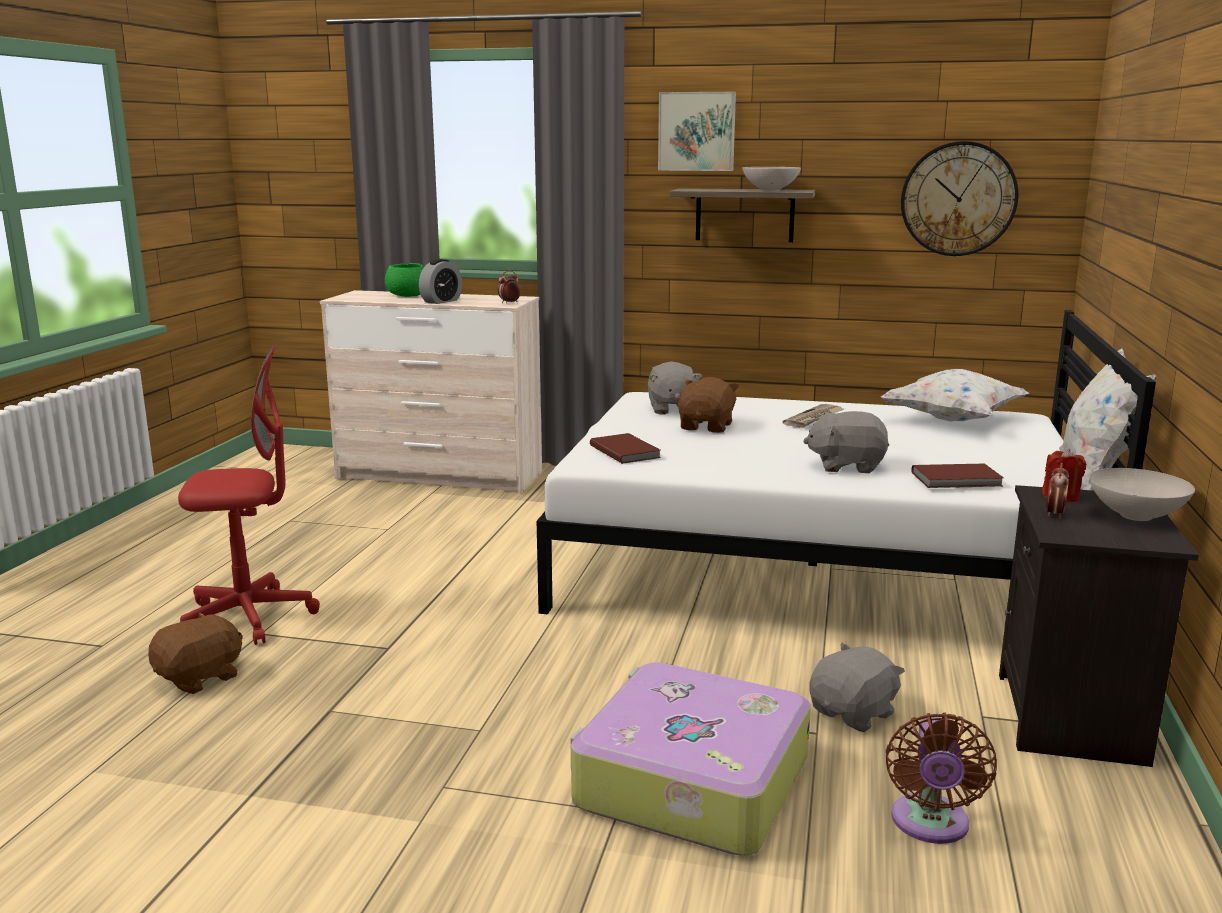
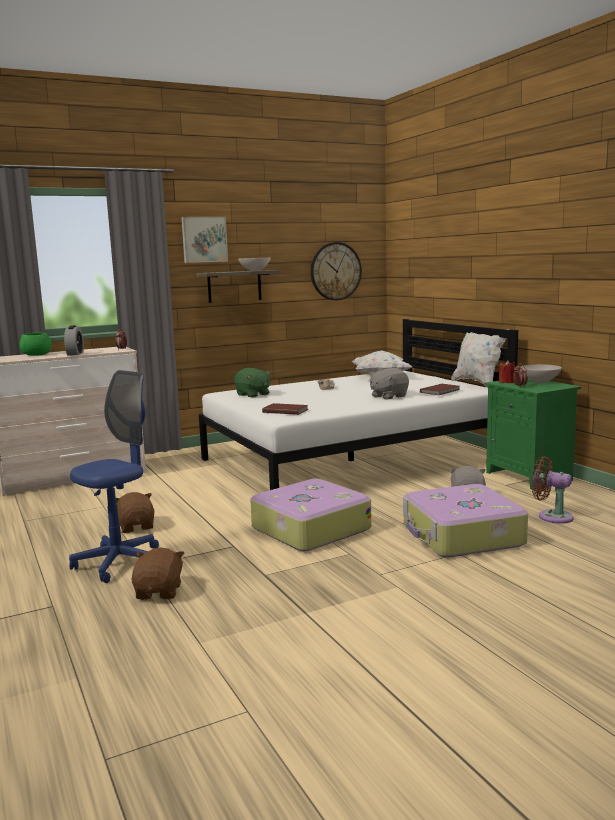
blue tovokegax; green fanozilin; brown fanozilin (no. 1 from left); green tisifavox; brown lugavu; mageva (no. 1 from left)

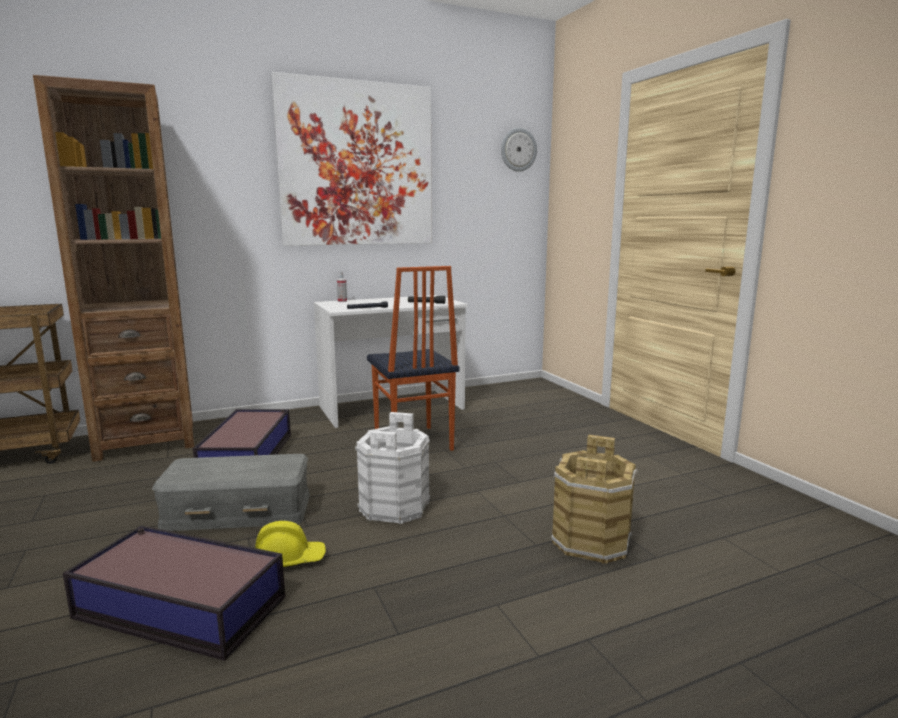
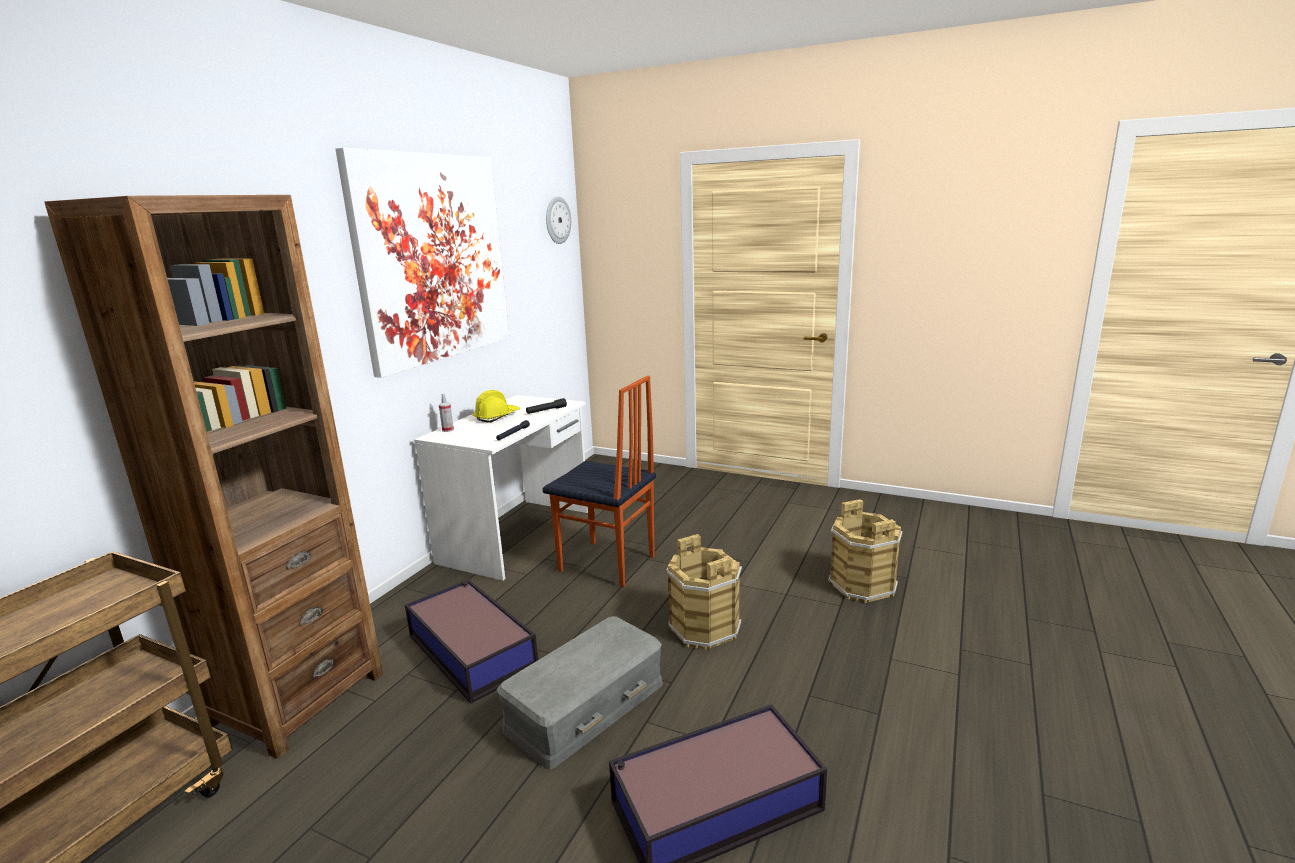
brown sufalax (no. 1 from left); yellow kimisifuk

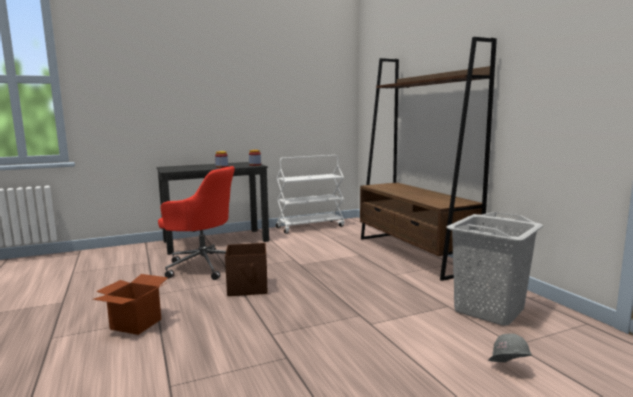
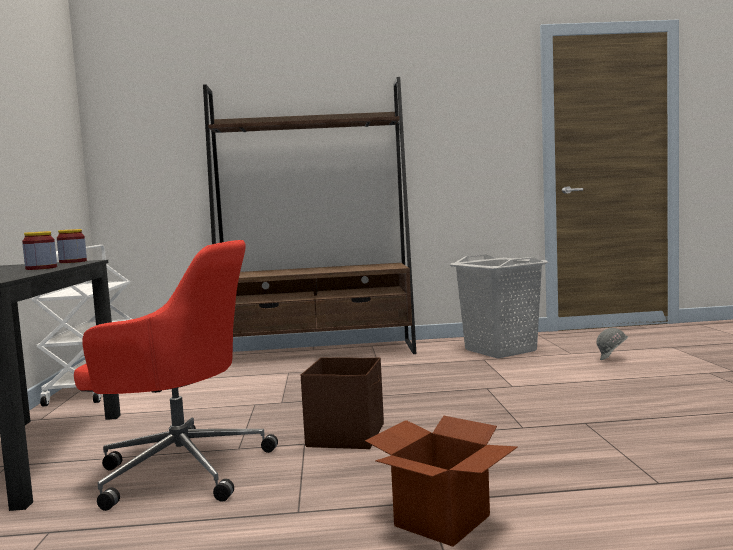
red tovokegax

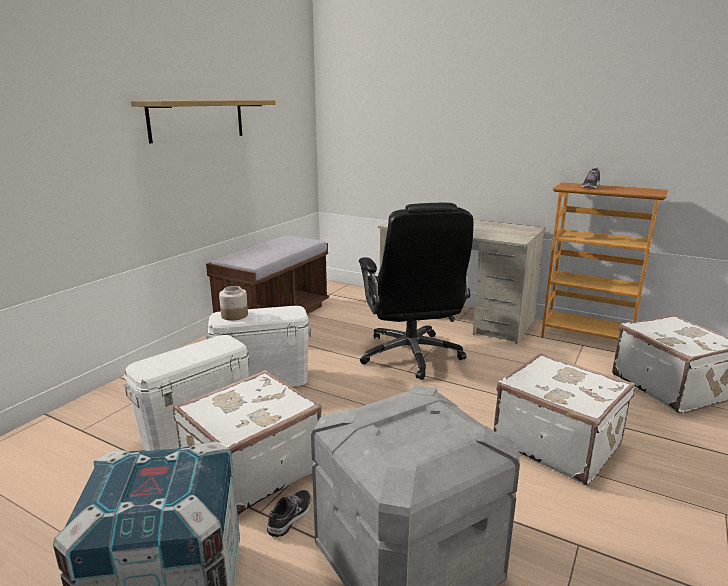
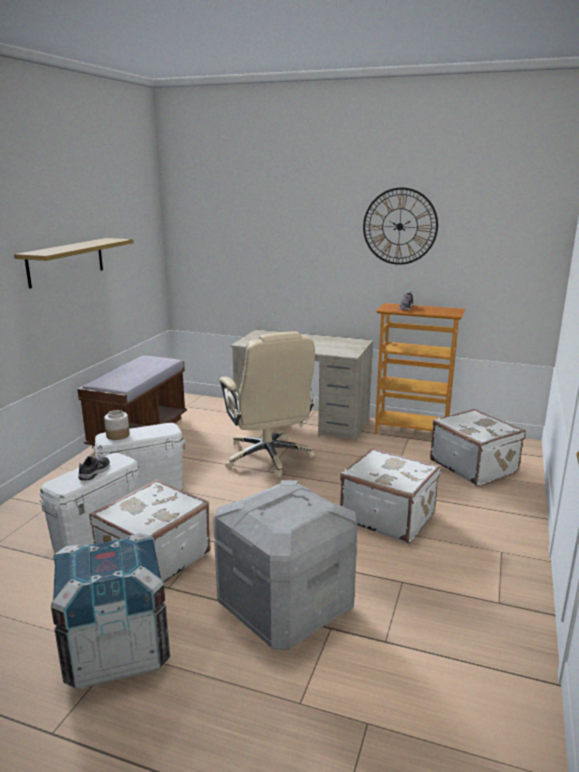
beige tovokegax; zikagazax (no. 1 from left); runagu

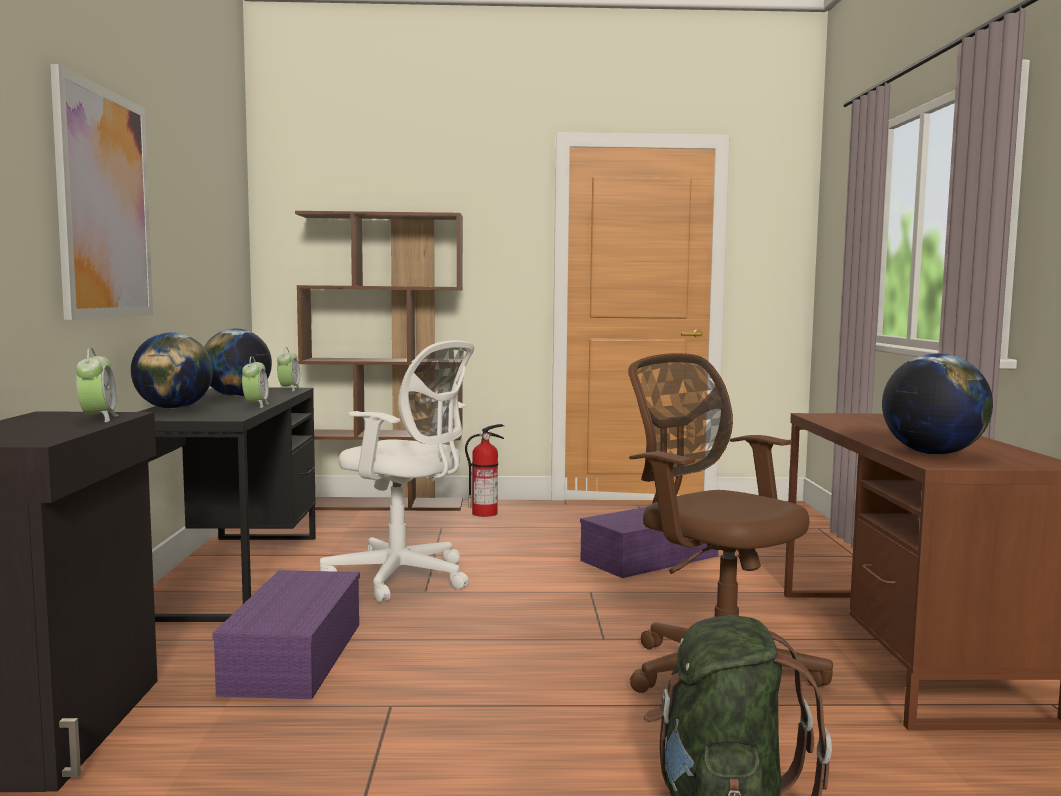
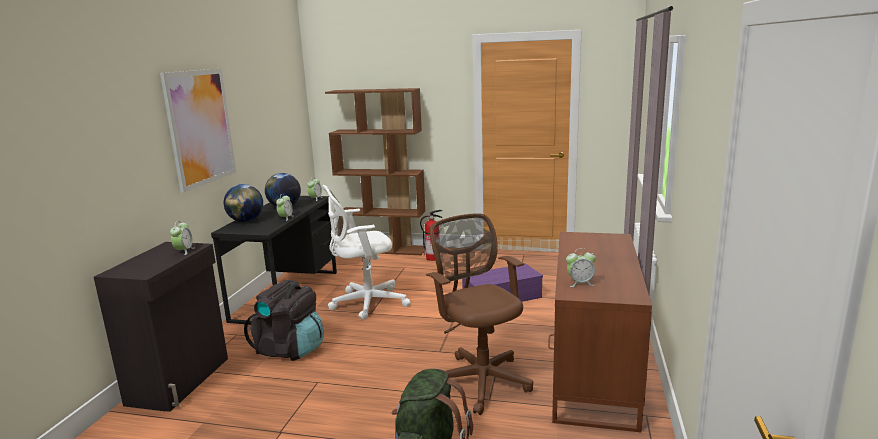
white tovokegax; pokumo (no. 4 from left); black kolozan

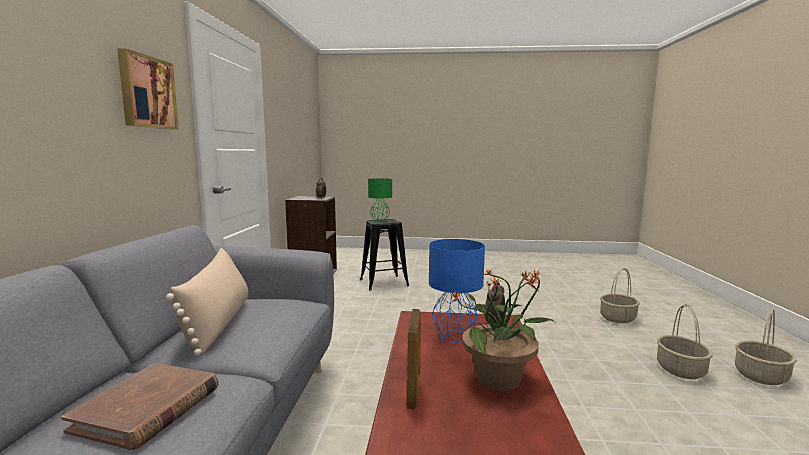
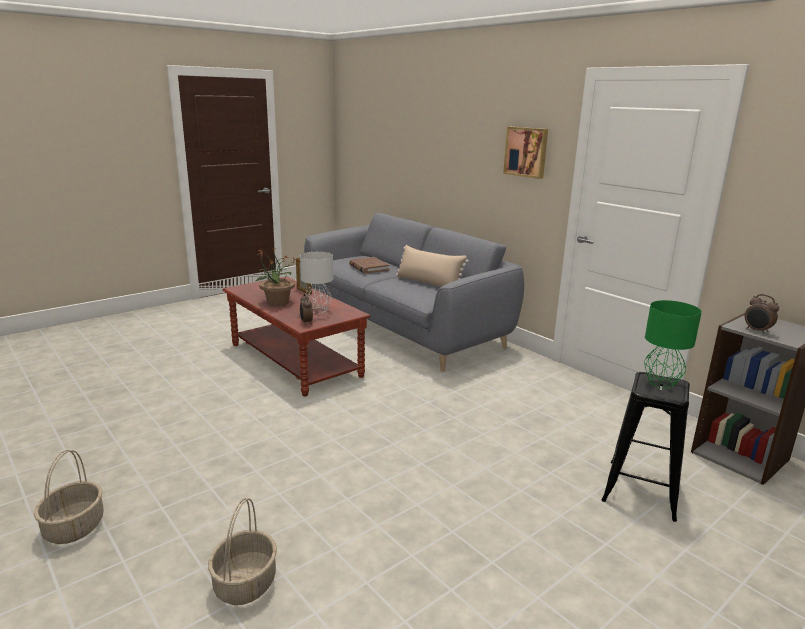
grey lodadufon; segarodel (no. 2 from left in the first image)

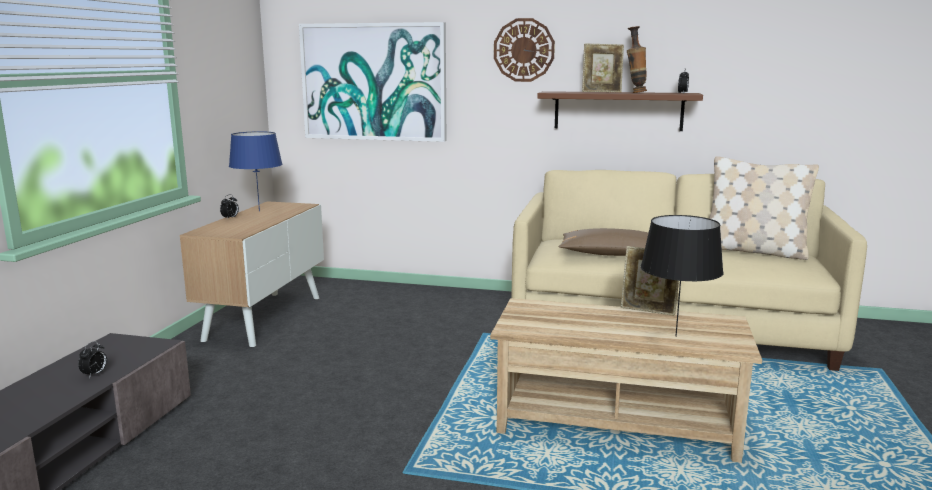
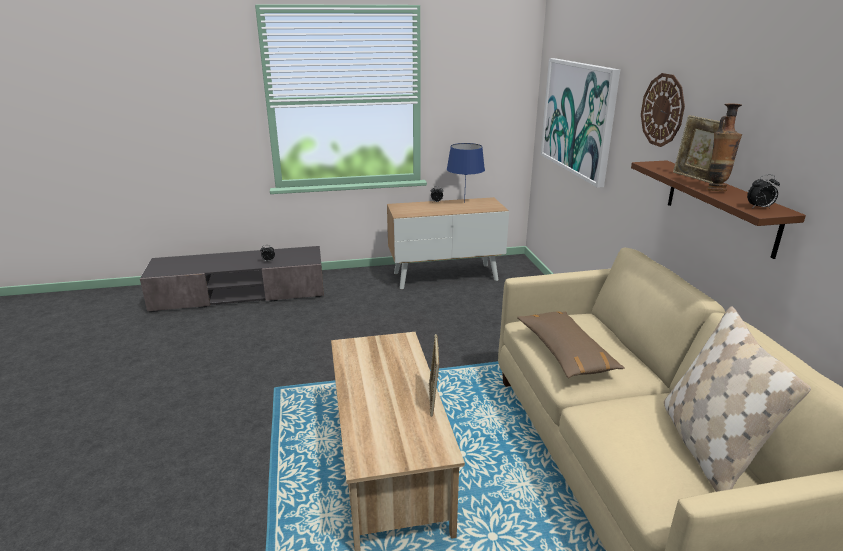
black lodadufon

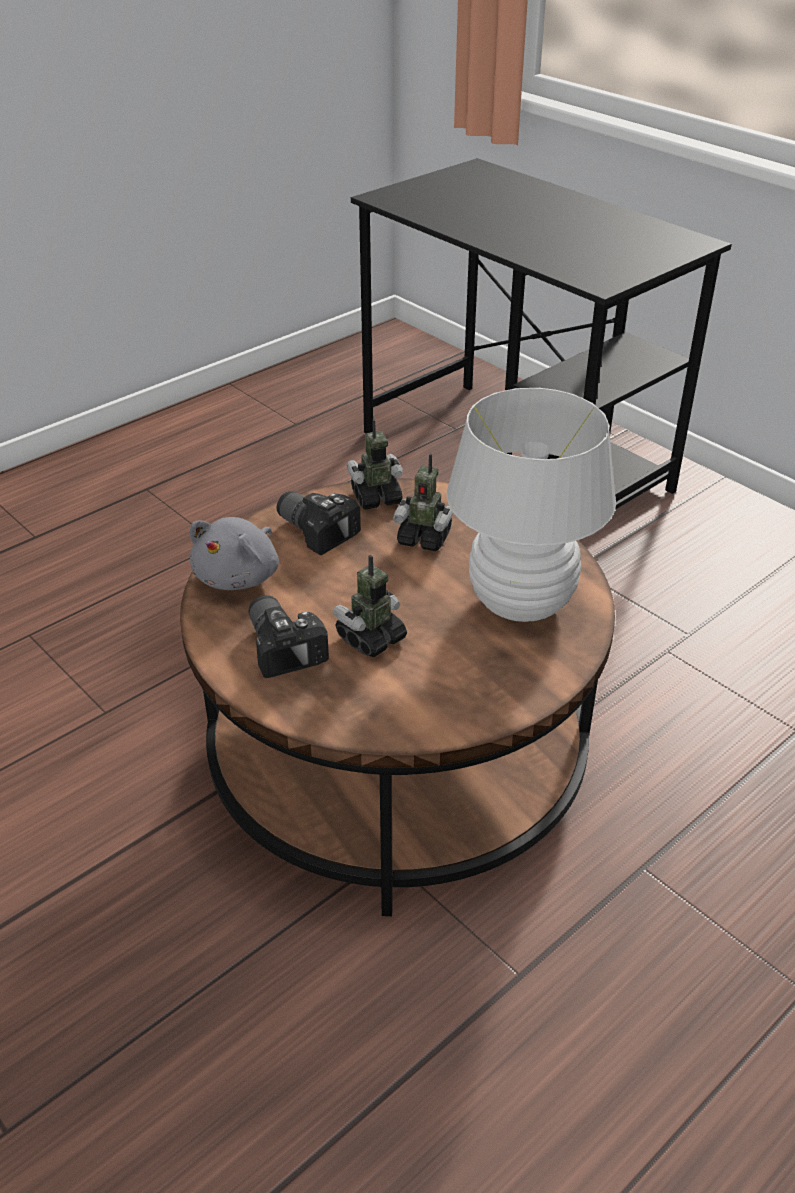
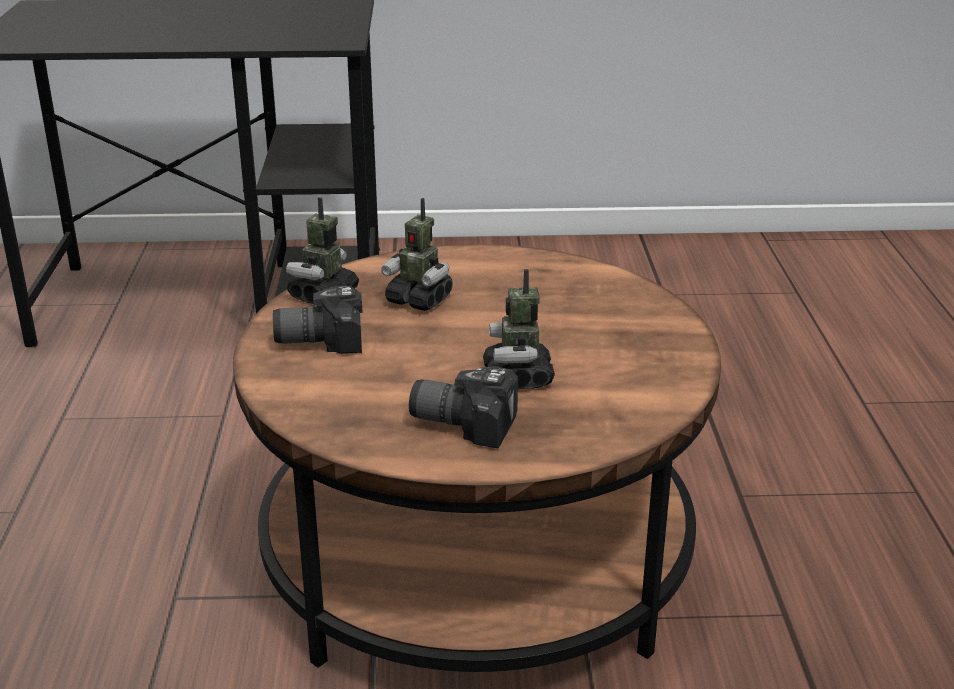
white lodadufon; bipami (no. 2 from left); grey fanozilin

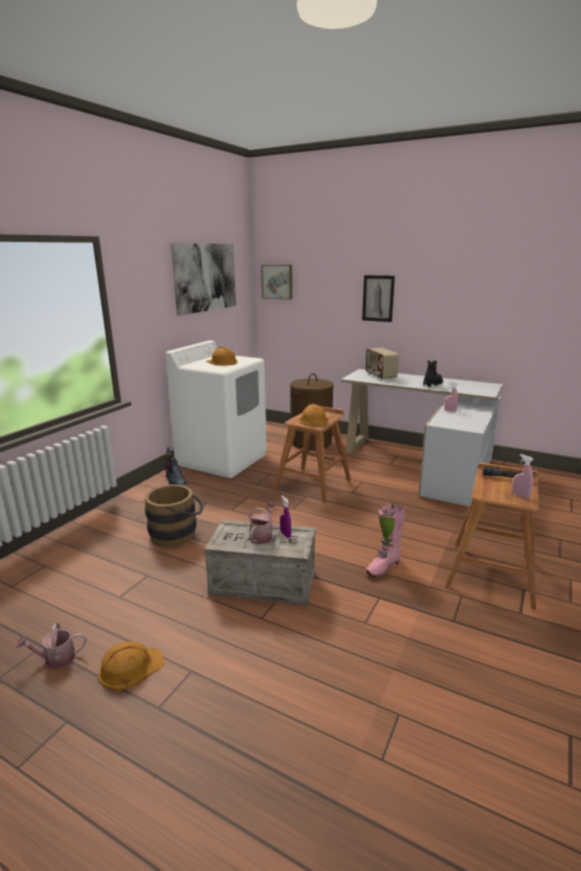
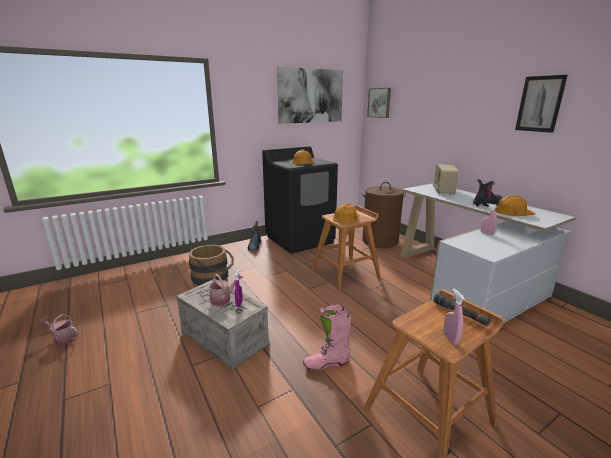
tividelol (no. 3 from left); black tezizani; orange kimisifuk (no. 3 from left)

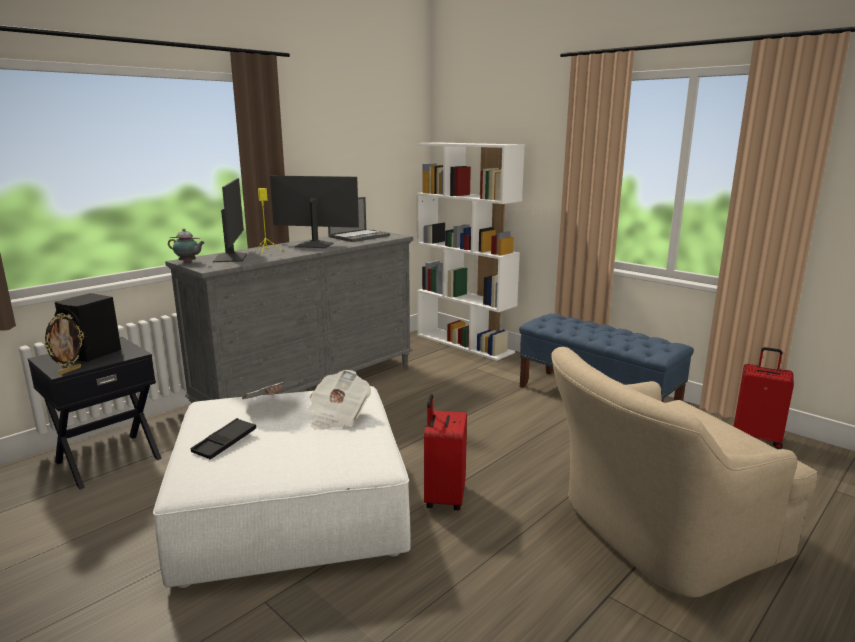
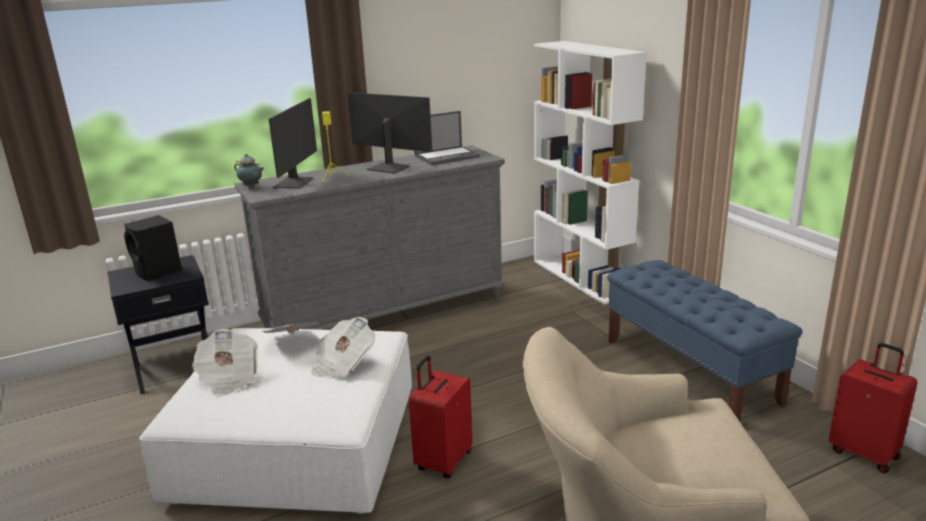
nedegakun; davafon (no. 1 from left)

